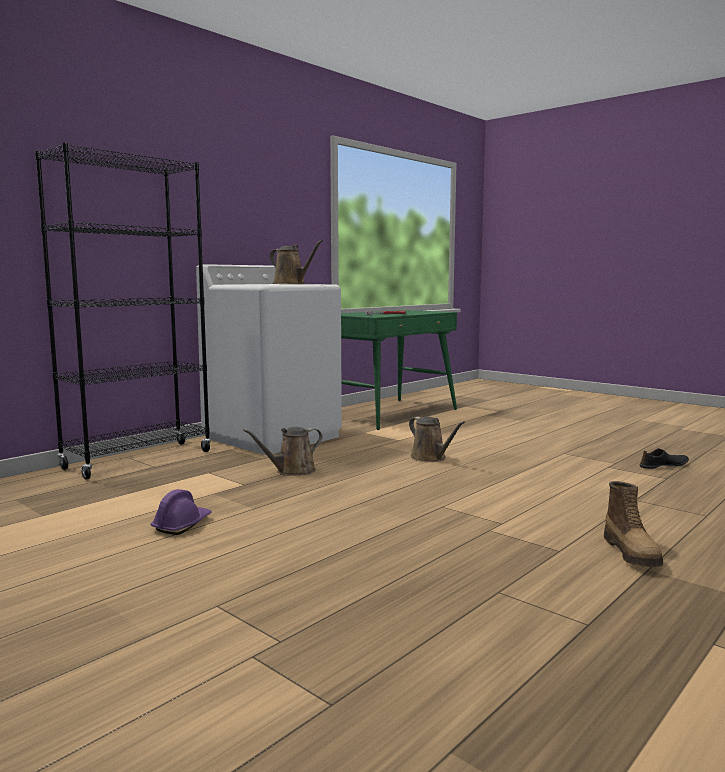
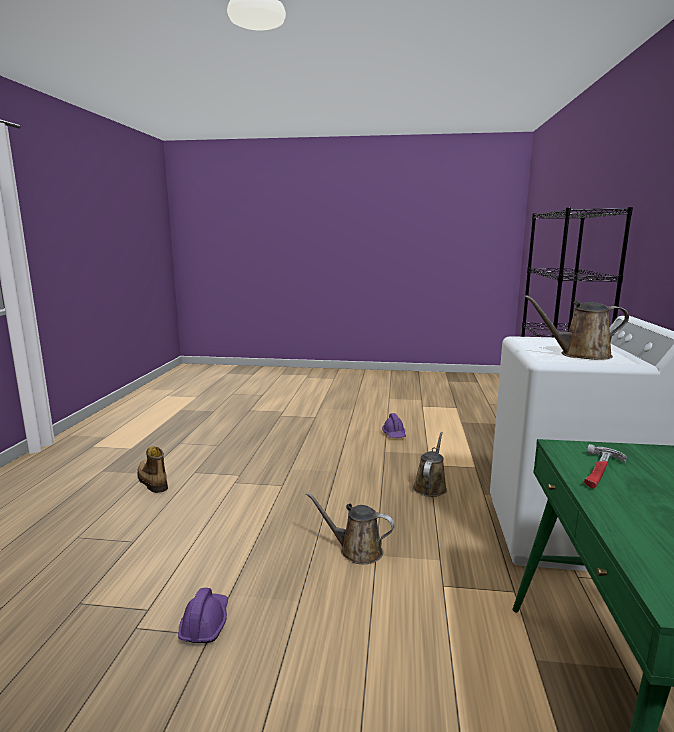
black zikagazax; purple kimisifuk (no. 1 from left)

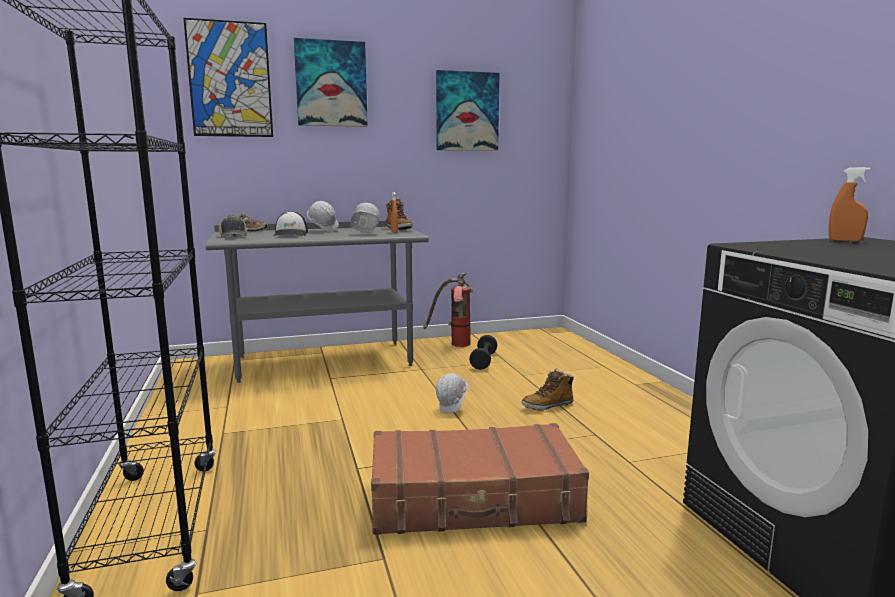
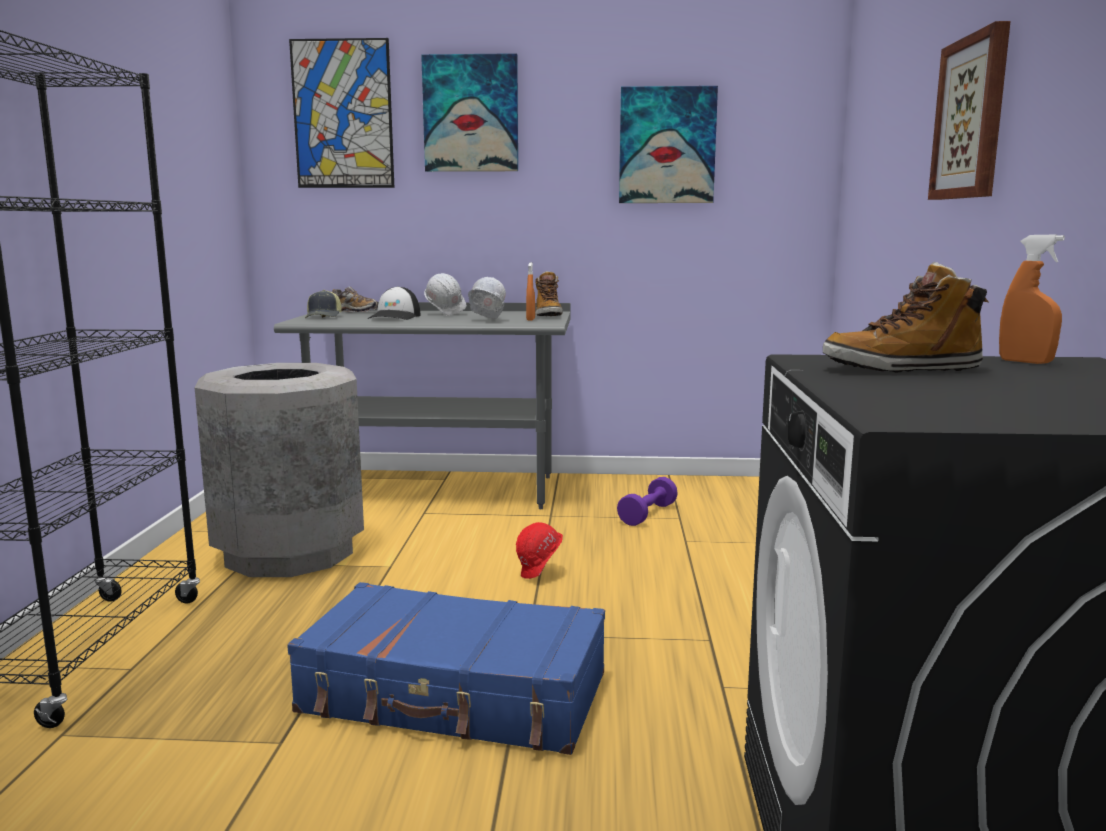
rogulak; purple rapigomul; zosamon (no. 2 from left); red kimisifuk; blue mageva; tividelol (no. 4 from left); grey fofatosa

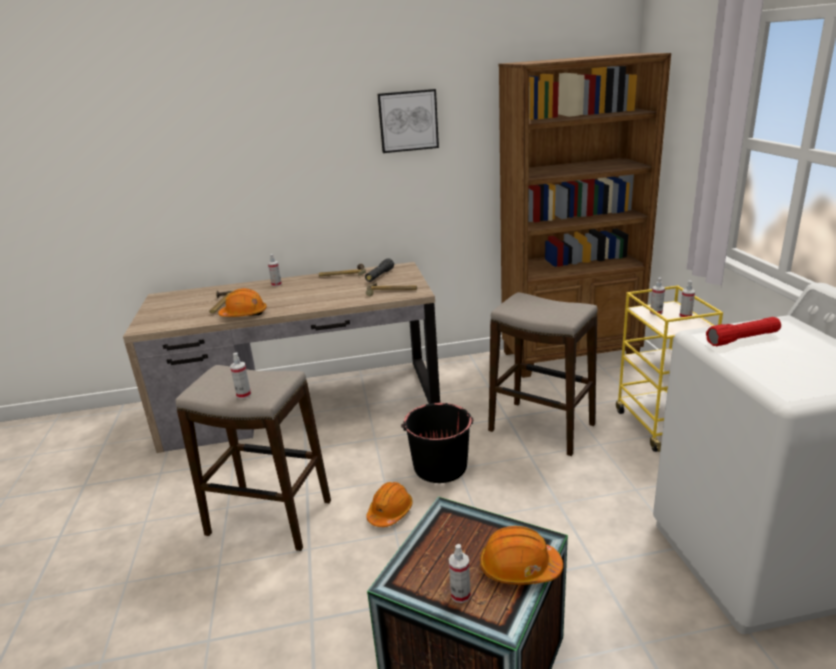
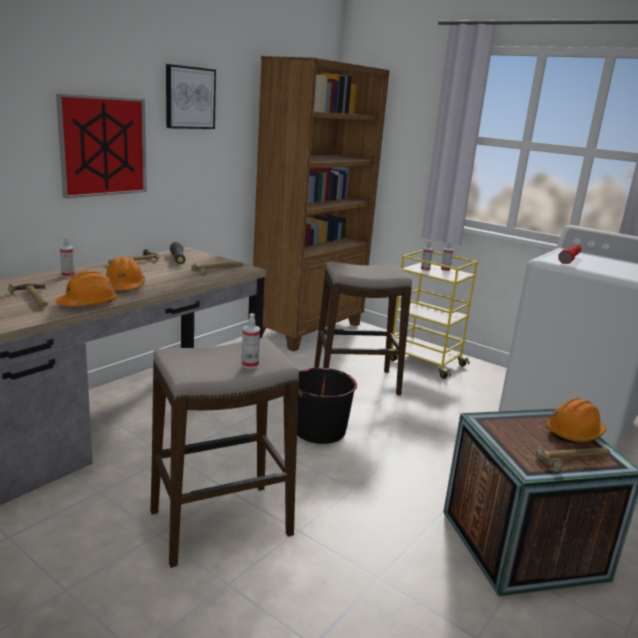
orange kimisifuk (no. 2 from left); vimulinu (no. 4 from left); tividelol (no. 1 from left)

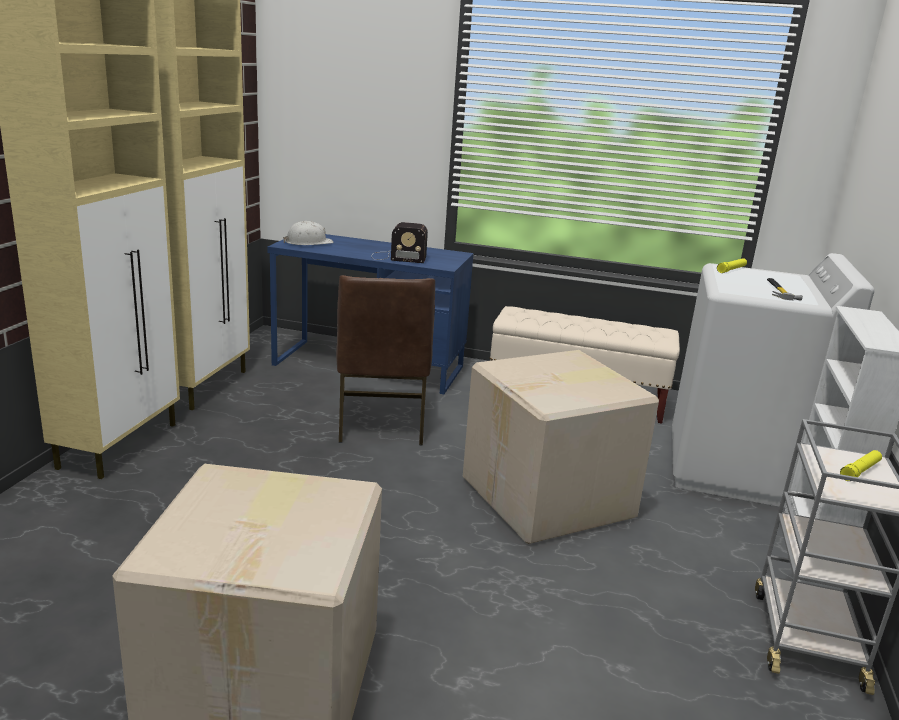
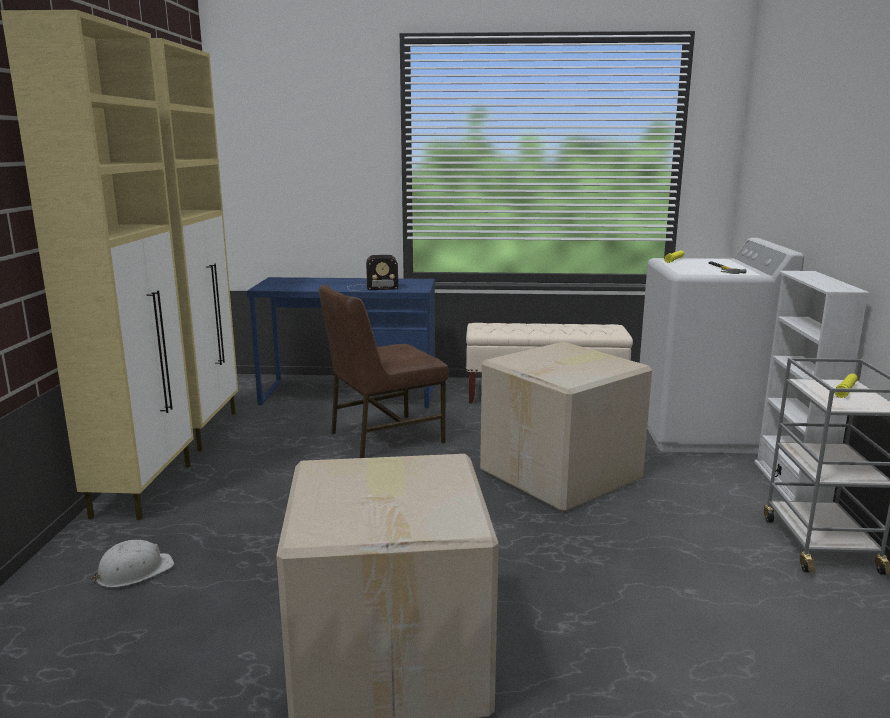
white kimisifuk; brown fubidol

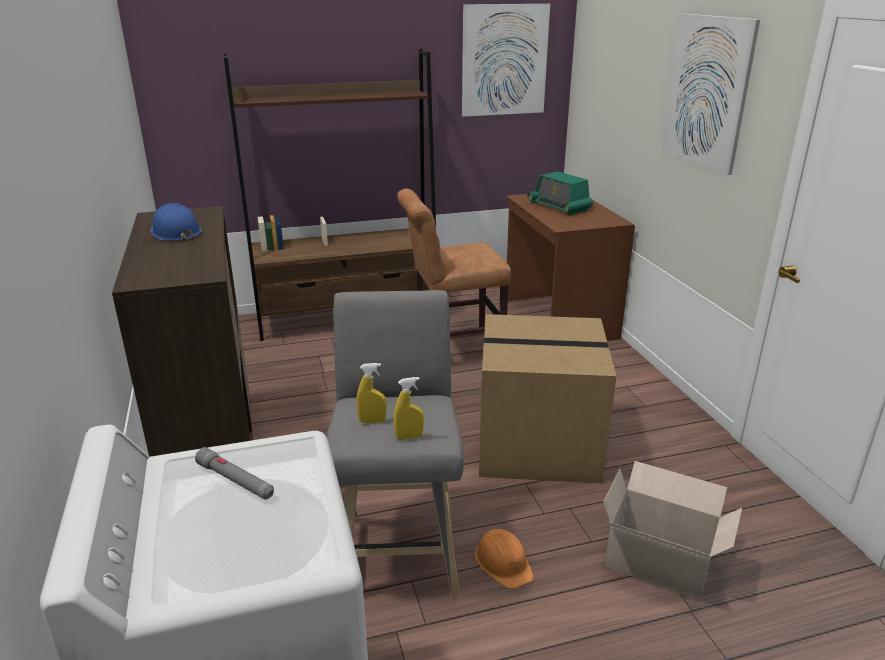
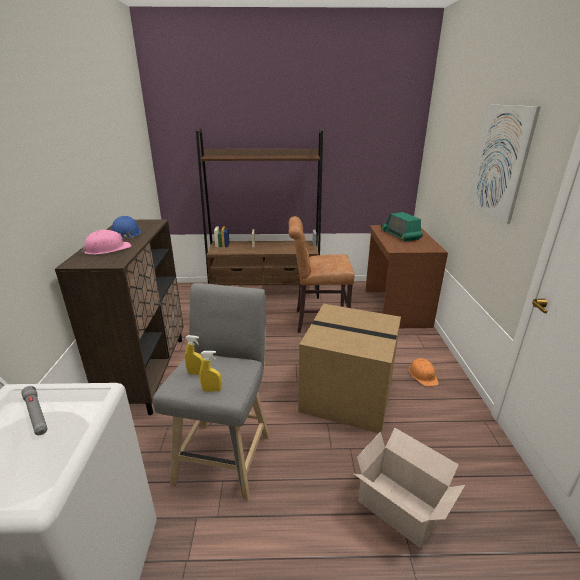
tividelol (no. 1 from left in the first image); orange kimisifuk; pink kimisifuk

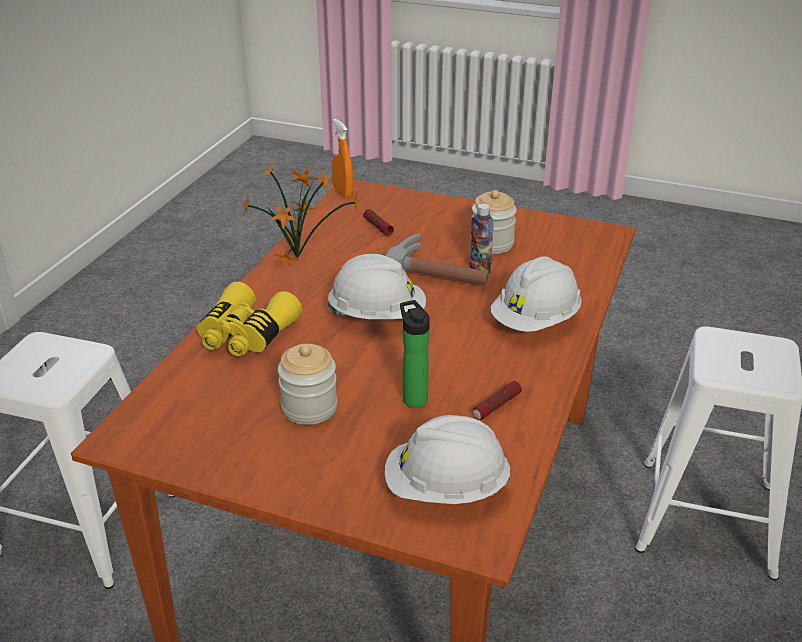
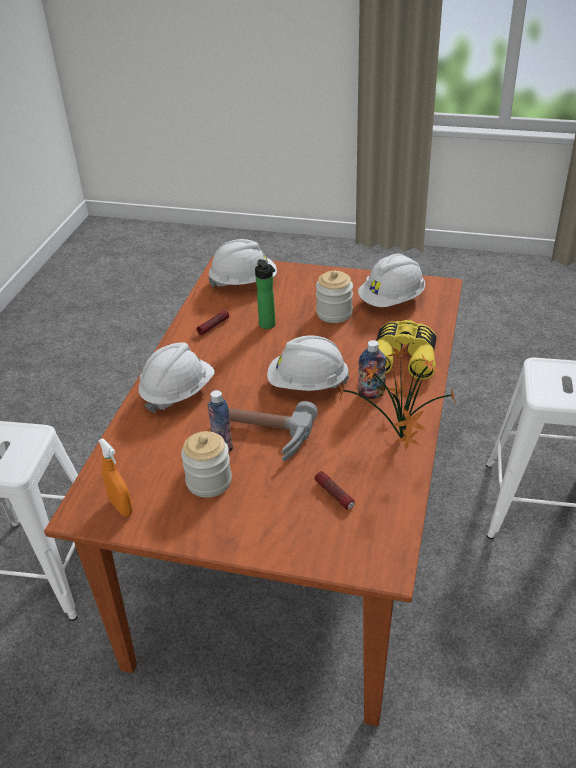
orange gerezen; white kimisifuk (no. 4 from left); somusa (no. 3 from left)

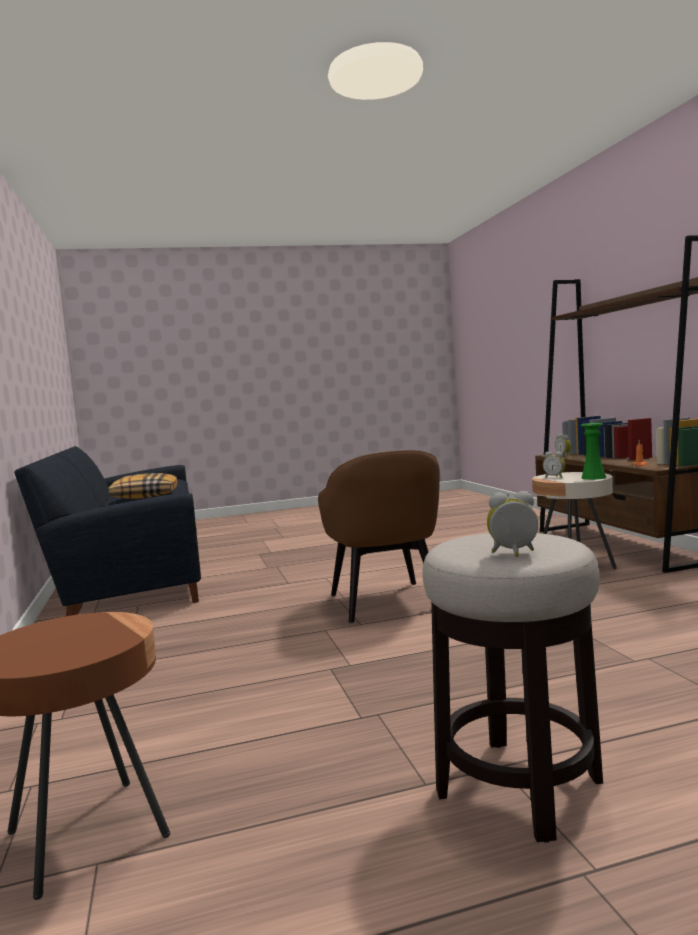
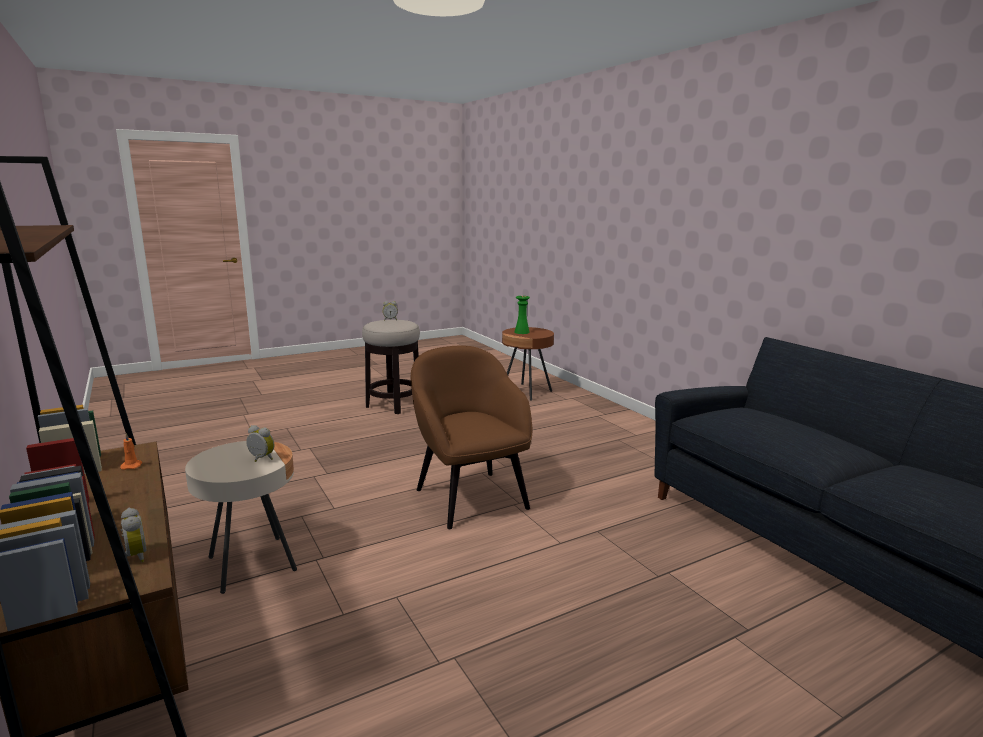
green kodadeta; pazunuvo

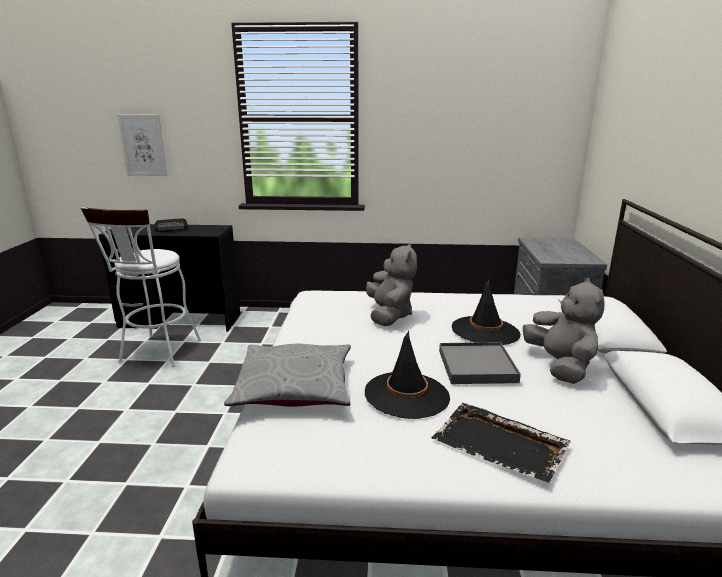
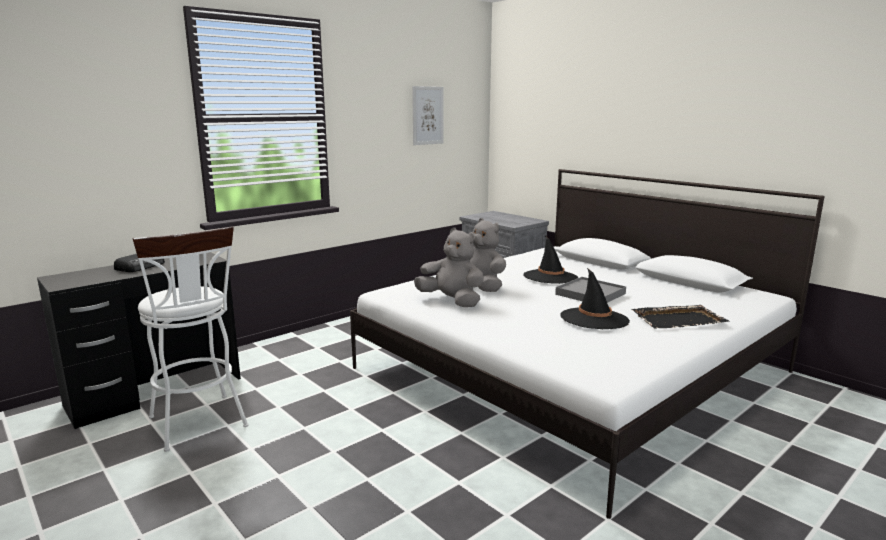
tividelol; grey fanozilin (no. 1 from left); grey pazunuvo

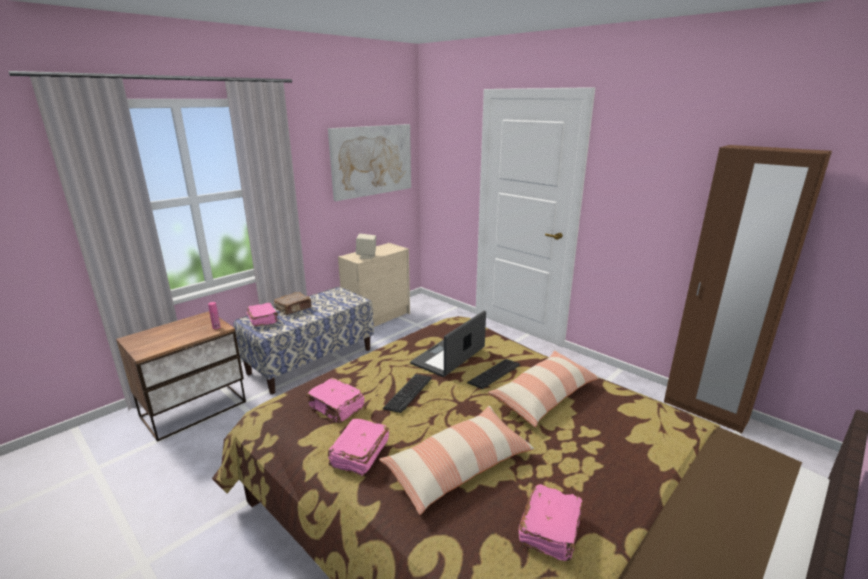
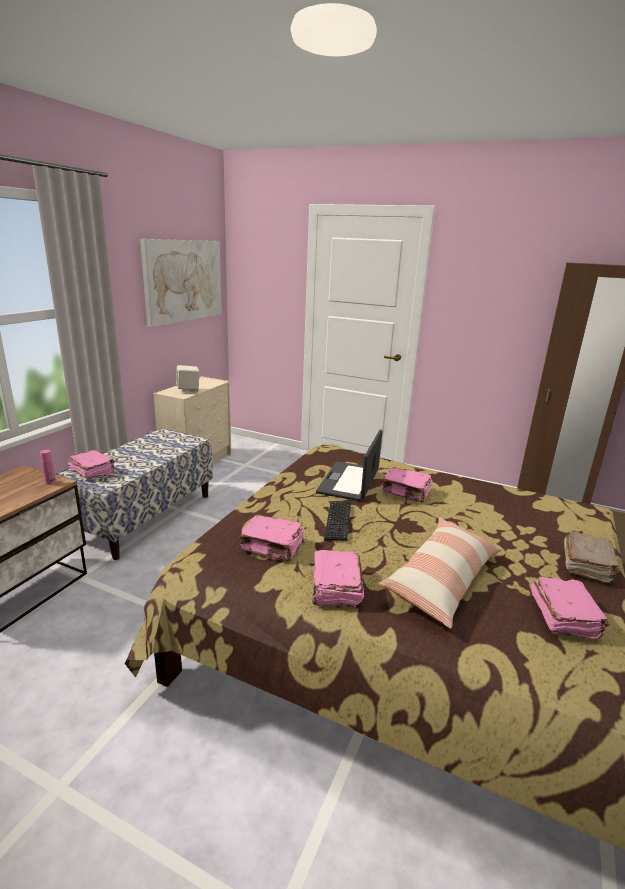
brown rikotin; pazunuvo (no. 2 from left in the first image); pink rikotin (no. 4 from left)

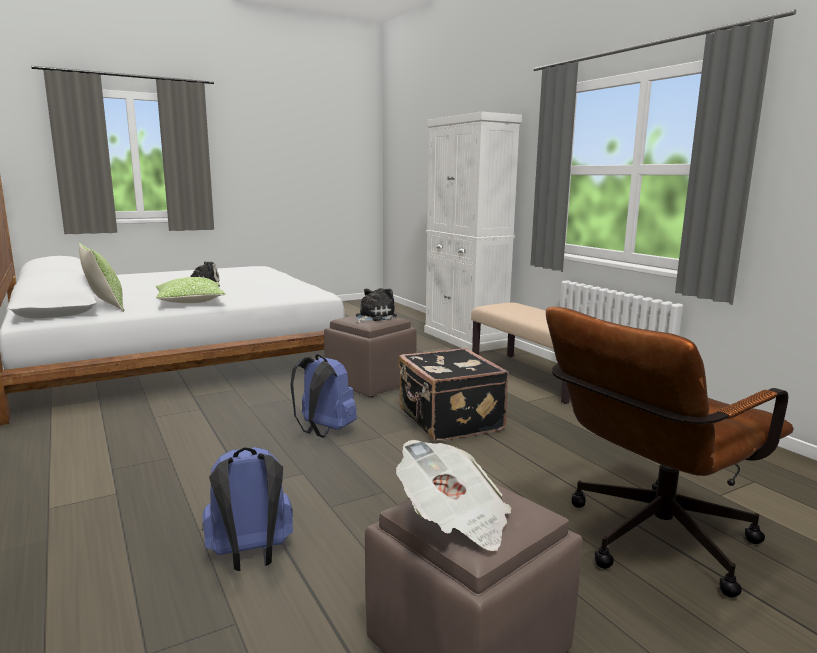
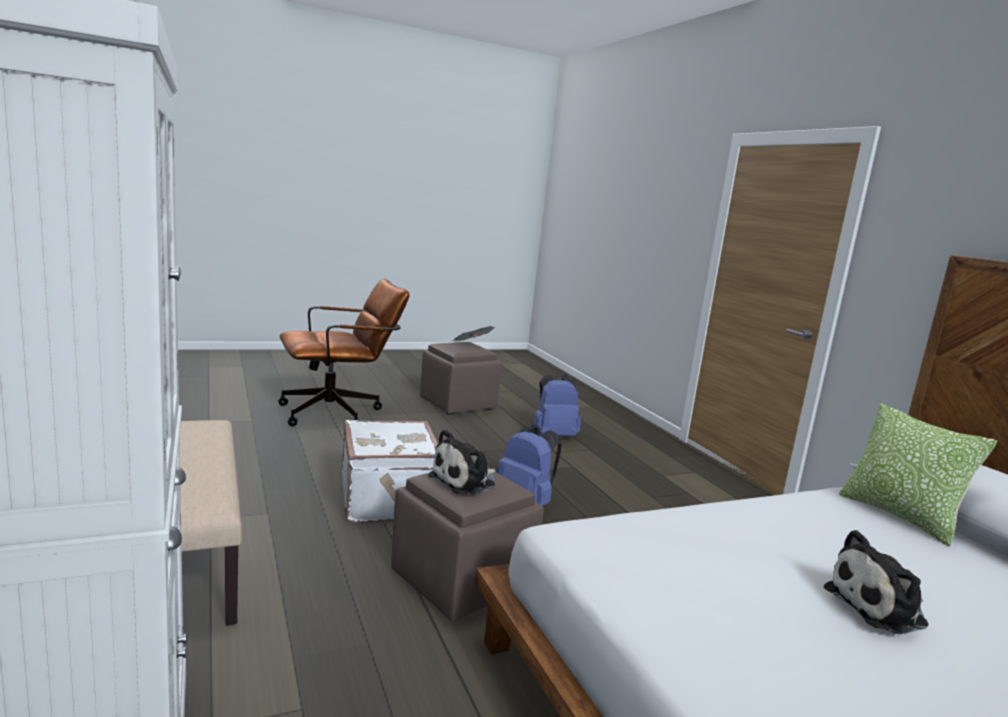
pazunuvo (no. 2 from left in the first image); white mageva

